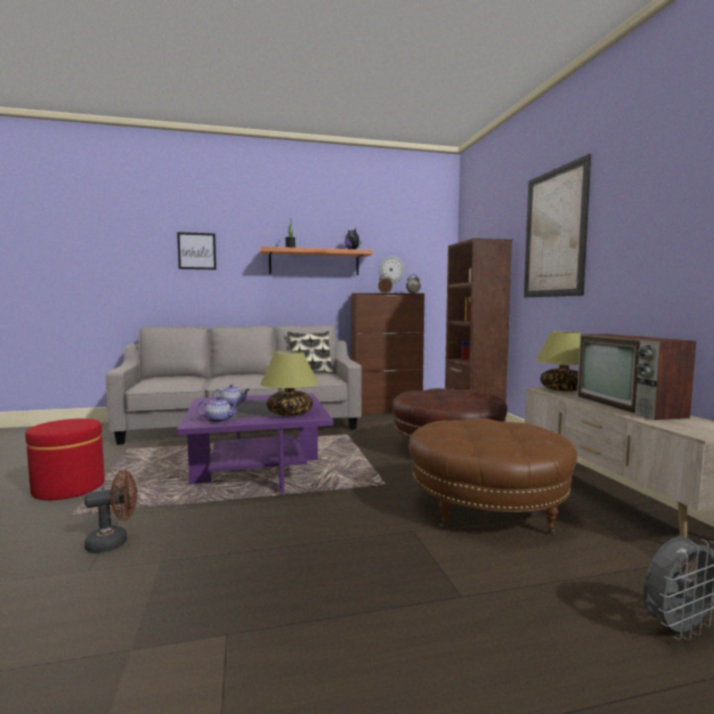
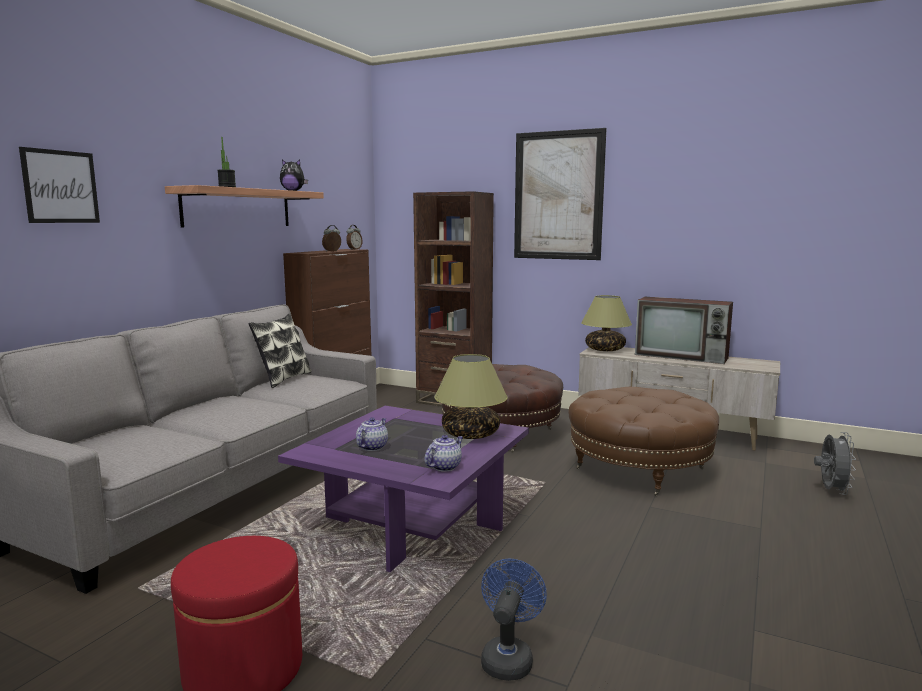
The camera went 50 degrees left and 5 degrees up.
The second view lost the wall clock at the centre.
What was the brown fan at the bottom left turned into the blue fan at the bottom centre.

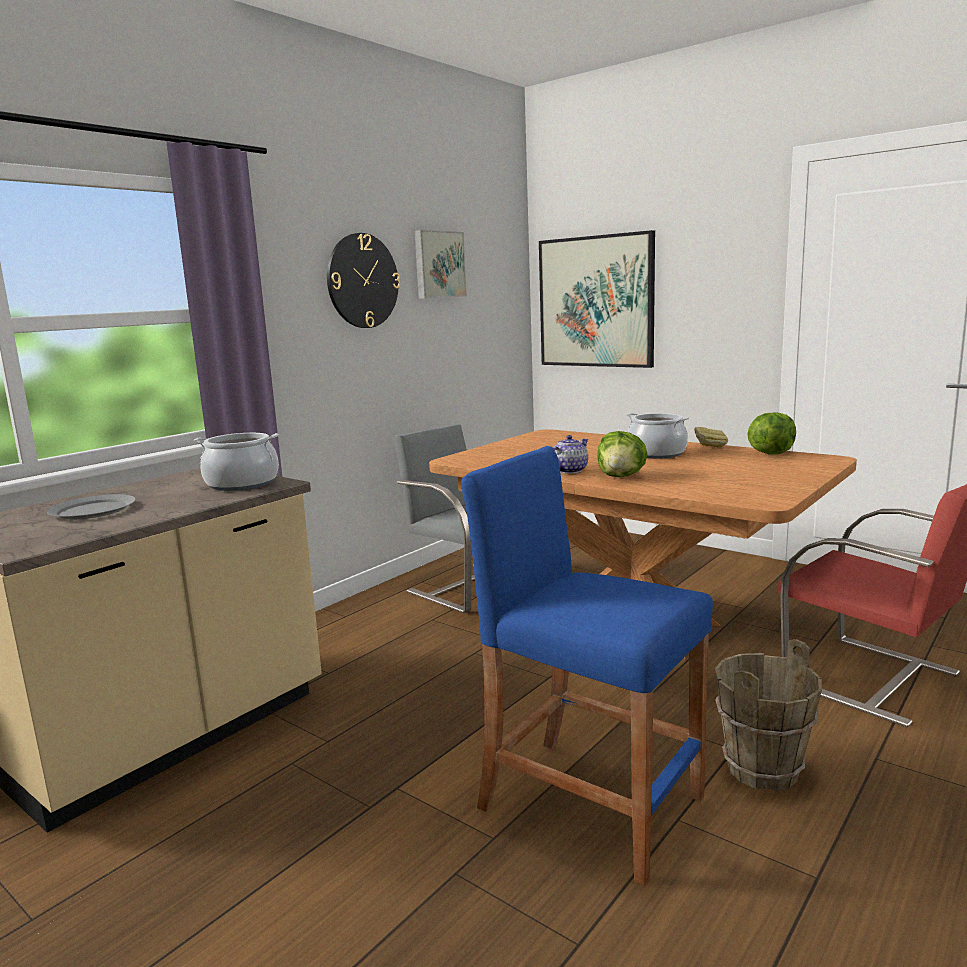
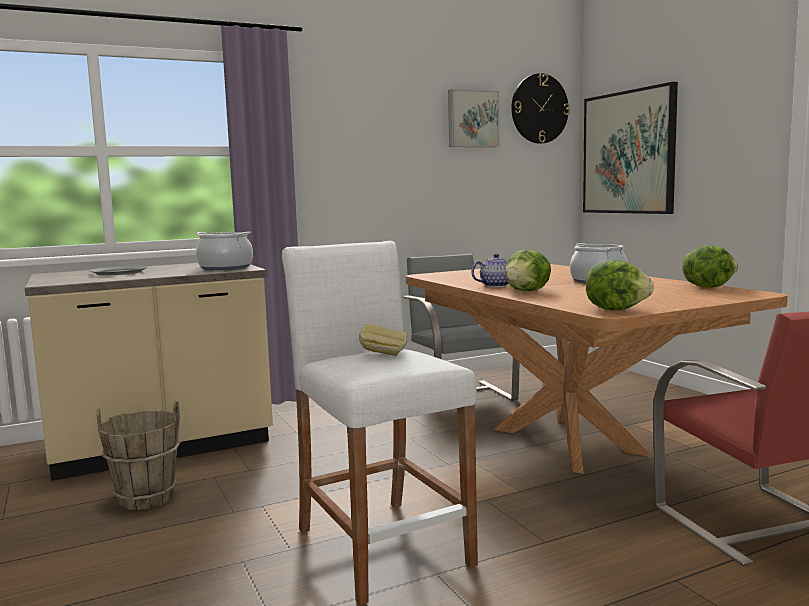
The camera went 25 degrees right and 5 degrees down.
The second view gained the lettuce (2nd from left) at the middle right.
The wall clock ended up elsewhere, having gone from the top centre to the top right.
The bread ended up elsewhere, having gone from the middle right to the centre.
The brown bucket ended up elsewhere, having gone from the bottom right to the bottom left.
What was the blue stool at the bottom centre turned into the white stool at the bottom centre.

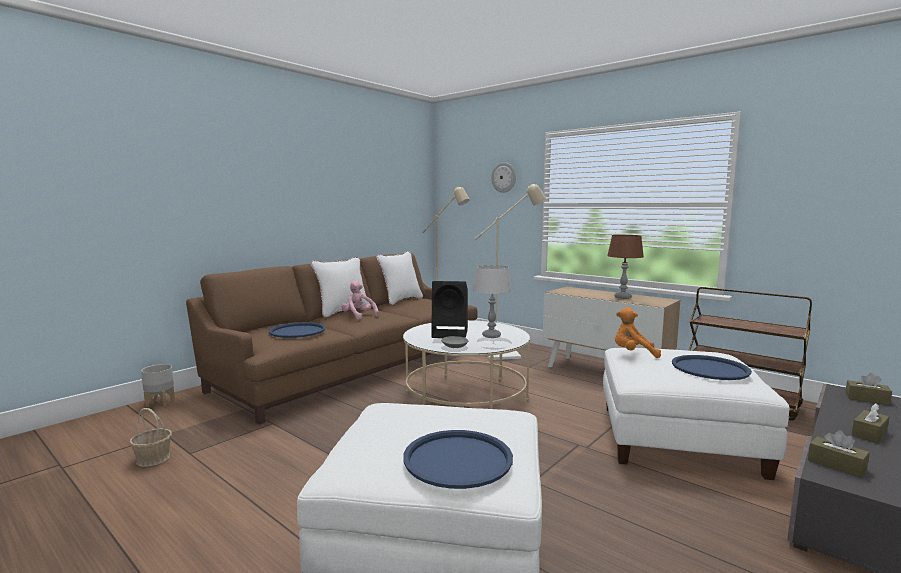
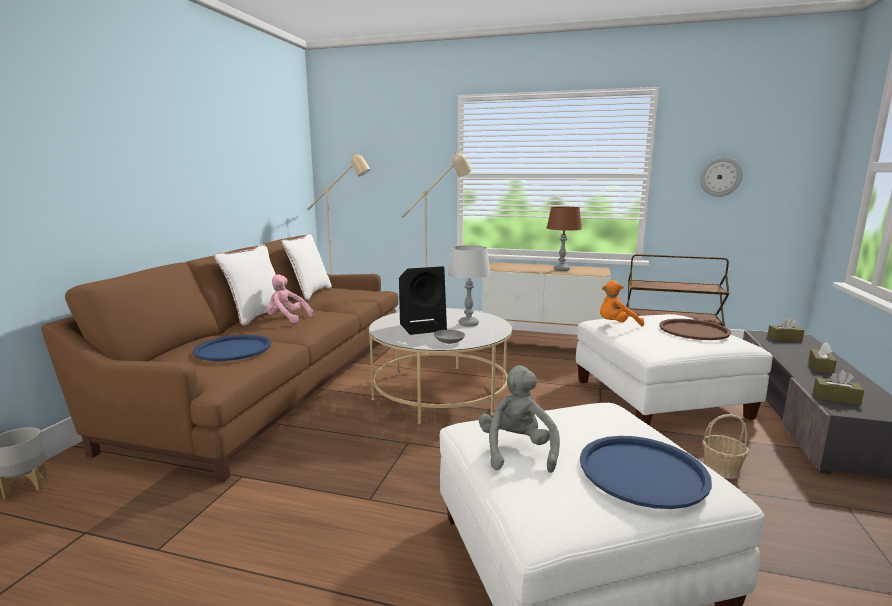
The camera went 25 degrees left and 5 degrees up.
The second view gained the grey plush toy at the bottom centre.
The basket ended up elsewhere, having gone from the bottom left to the bottom right.
The wall clock ended up elsewhere, having gone from the top centre to the top right.
What was the blue tray (3rd from left) at the middle right turned into the brown tray at the middle right.

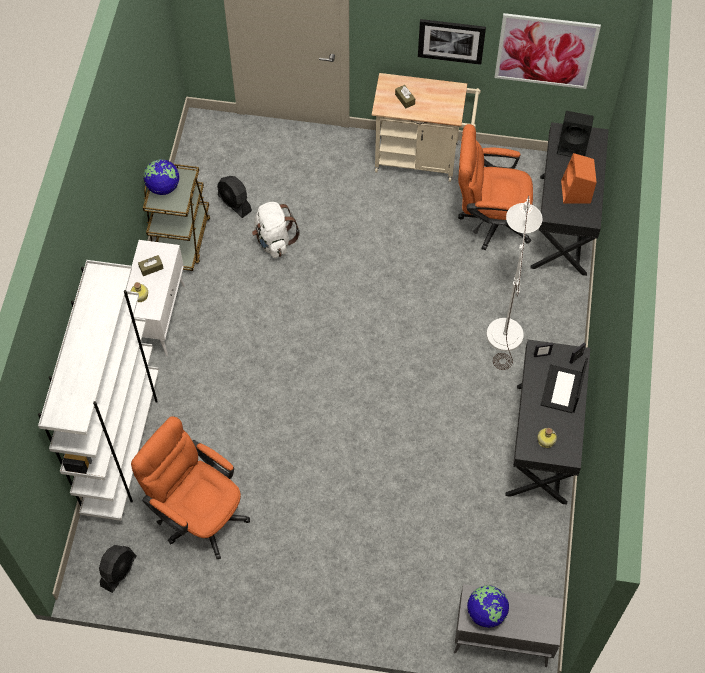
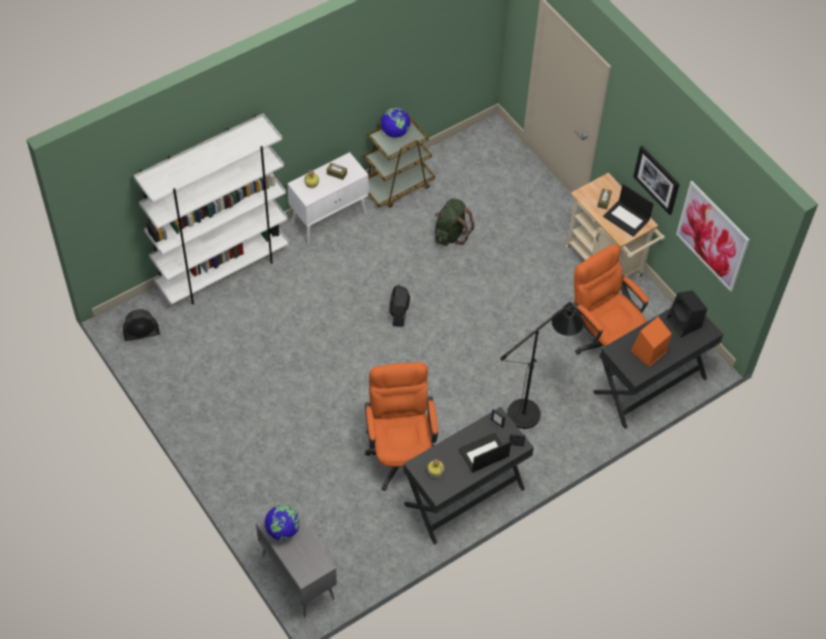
The camera went 45 degrees right and 5 degrees down.
The second view gained the laptop (2nd from left) at the top right.
The orange office chair (1st from left) ended up elsewhere, having gone from the bottom left to the bottom centre.
The black fan (2nd from left) ended up elsewhere, having gone from the top left to the centre.
What was the white backpack at the centre turned into the green backpack at the centre.
What was the white floor lamp at the middle right turned into the black floor lamp at the centre.

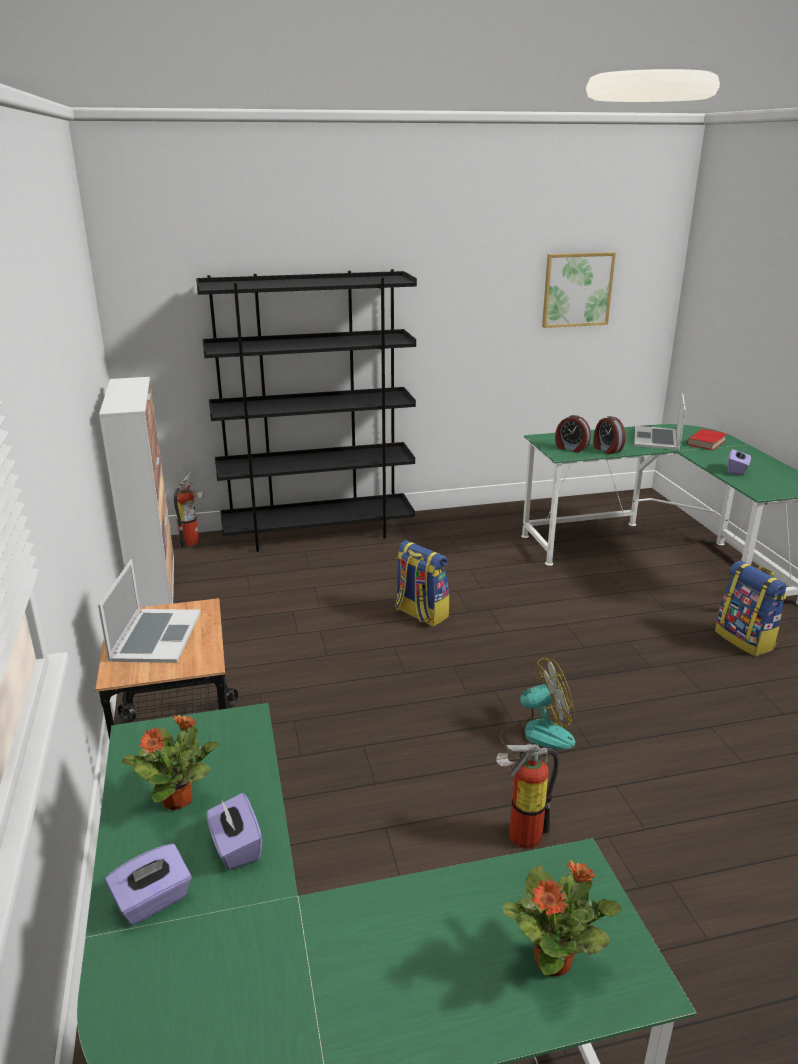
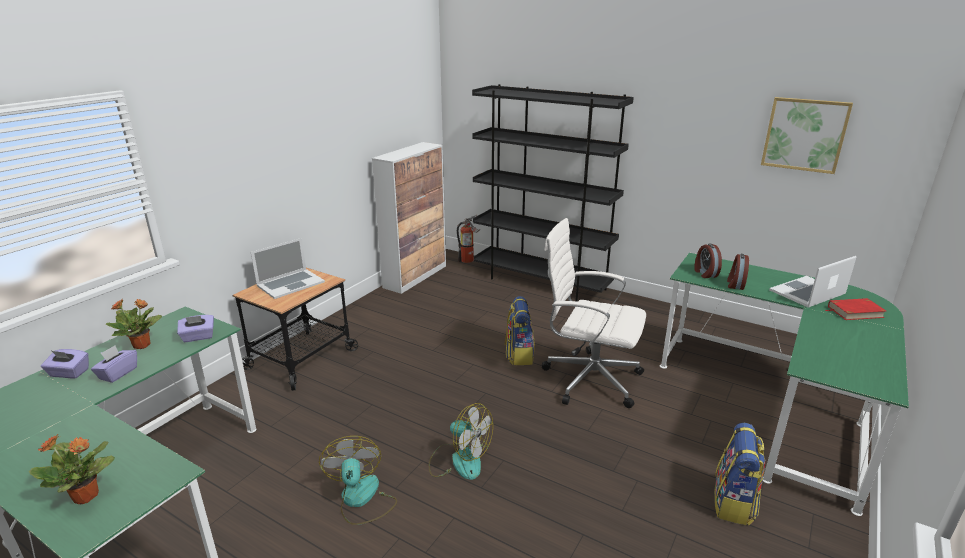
The camera went 45 degrees right and 0 degrees up.
The second view gained the white office chair at the centre.
The purple tissue box (3rd from left) ended up elsewhere, having gone from the middle right to the middle left.
Where the fire extinguisher (2nd from left) stood at the bottom centre, the fan (1st from left) came to stand at the bottom centre.

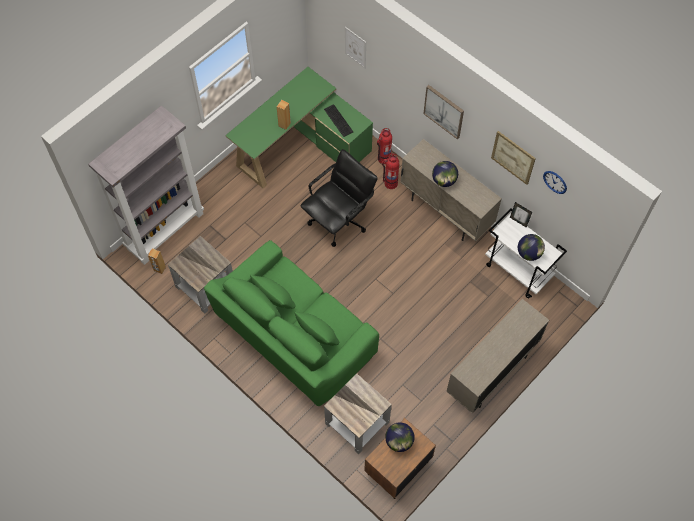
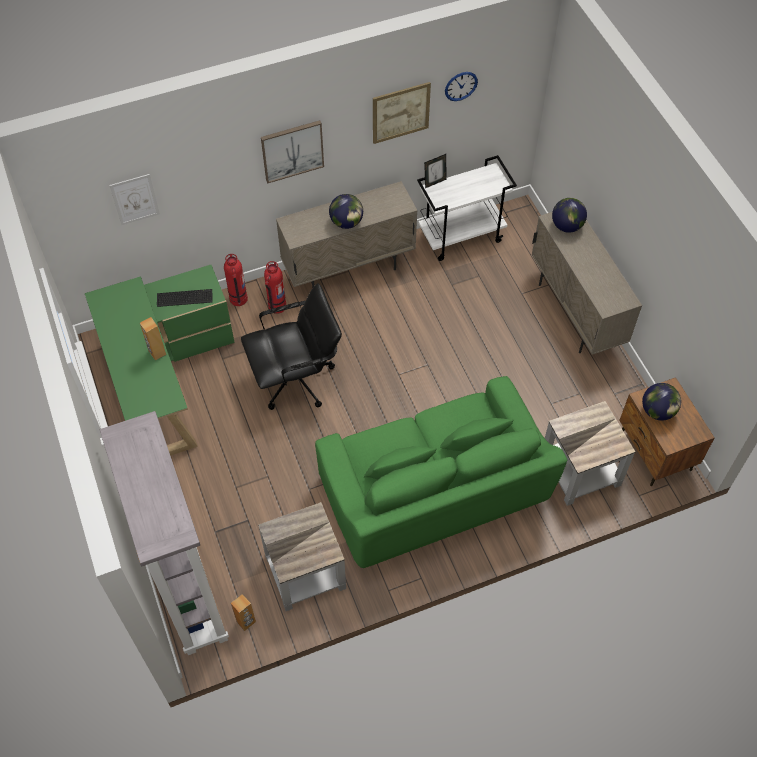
The camera went 65 degrees left and 5 degrees down.
The globe (3rd from left in the first image) ended up elsewhere, having gone from the middle right to the top right.
The black office chair at the centre ended up facing another way, 90 degrees clockwise from before.

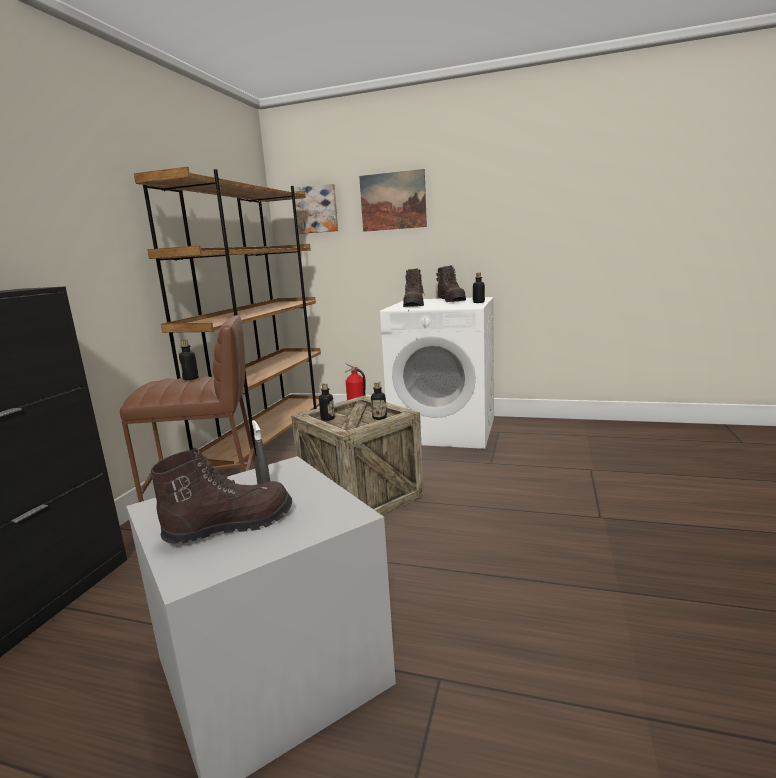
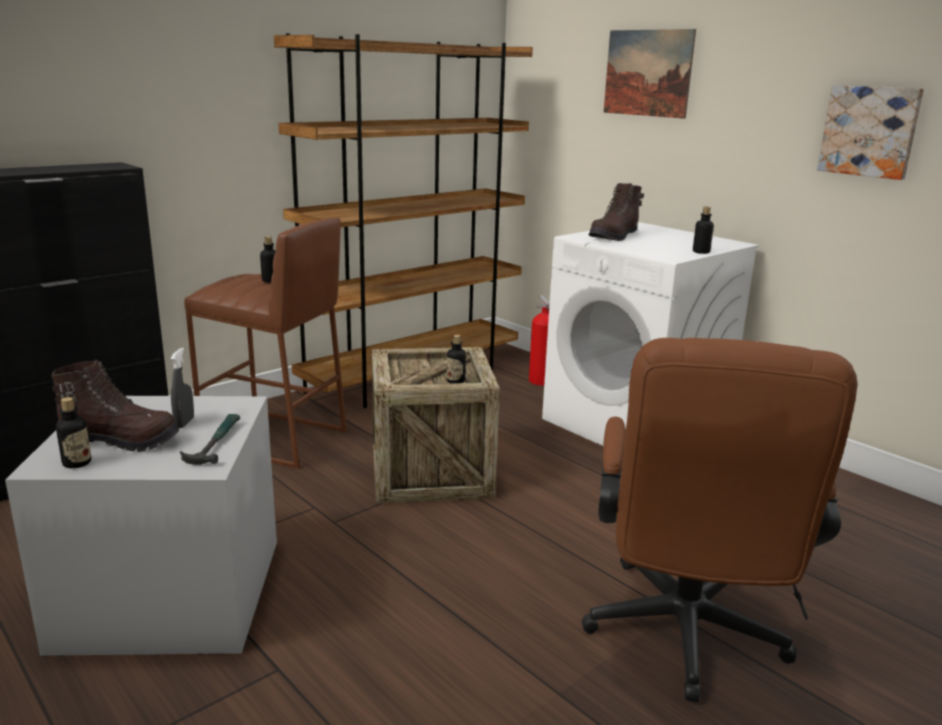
The camera went 30 degrees right and 5 degrees up.
The second view lost the brown boot (3rd from left) at the centre.
The second view gained the hammer at the middle left.
The second view gained the brown office chair at the bottom right.
The picture (1st from left in the first image) ended up elsewhere, having gone from the top centre to the top right.
The bottle (2nd from left in the first image) ended up elsewhere, having gone from the centre to the middle left.

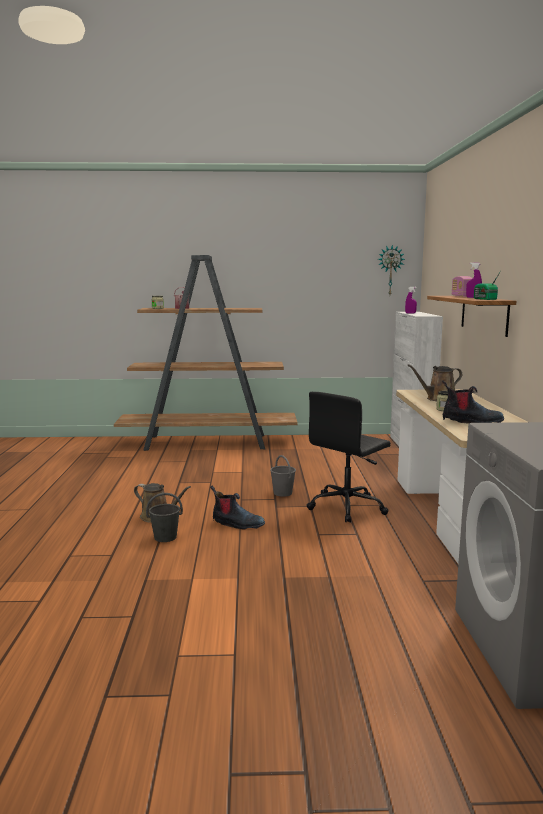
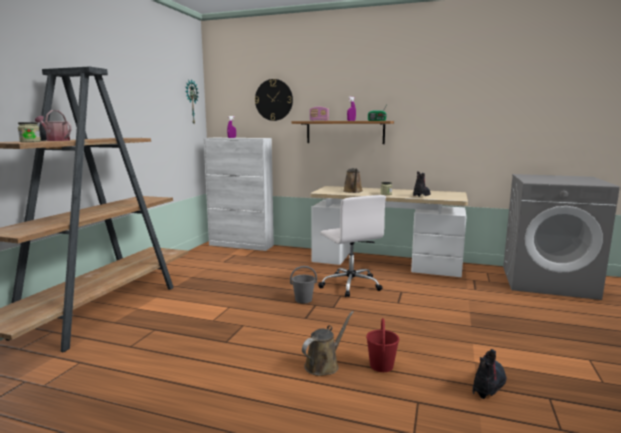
The camera went 70 degrees left and 0 degrees up.
The second view gained the wall clock (2nd from left) at the top centre.
The boot (1st from left in the first image) ended up elsewhere, having gone from the centre to the bottom right.
What was the grey bucket (1st from left) at the middle left turned into the red bucket at the bottom centre.
What was the black office chair at the centre turned into the white office chair at the centre.

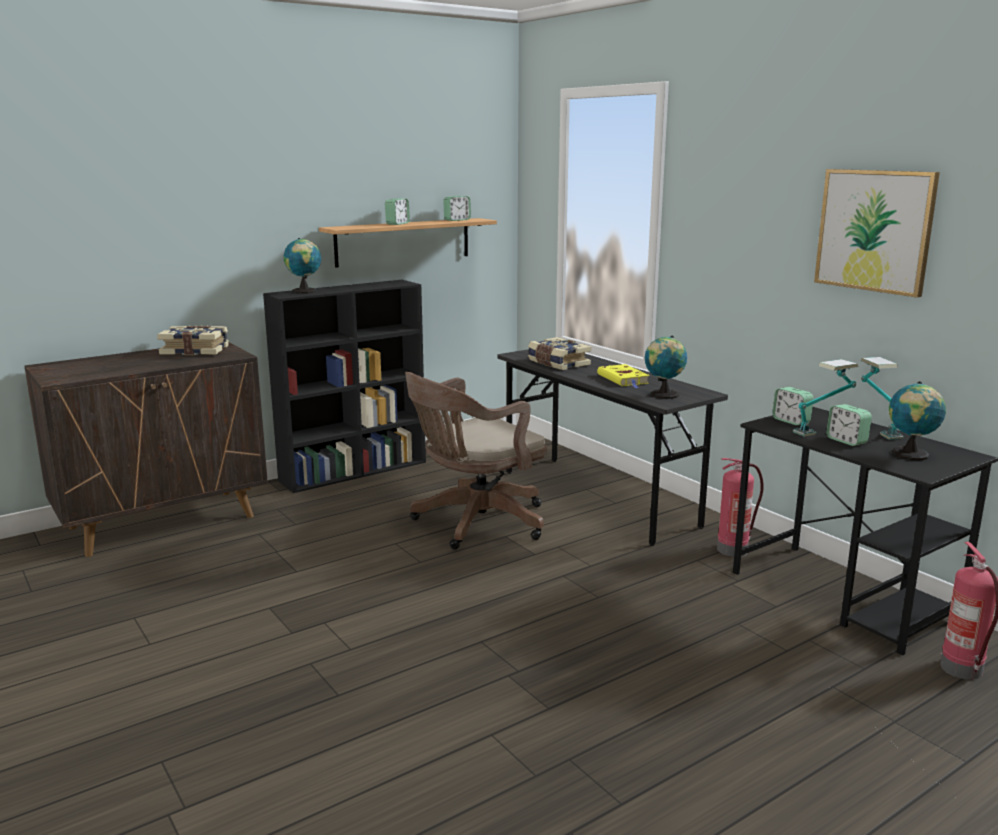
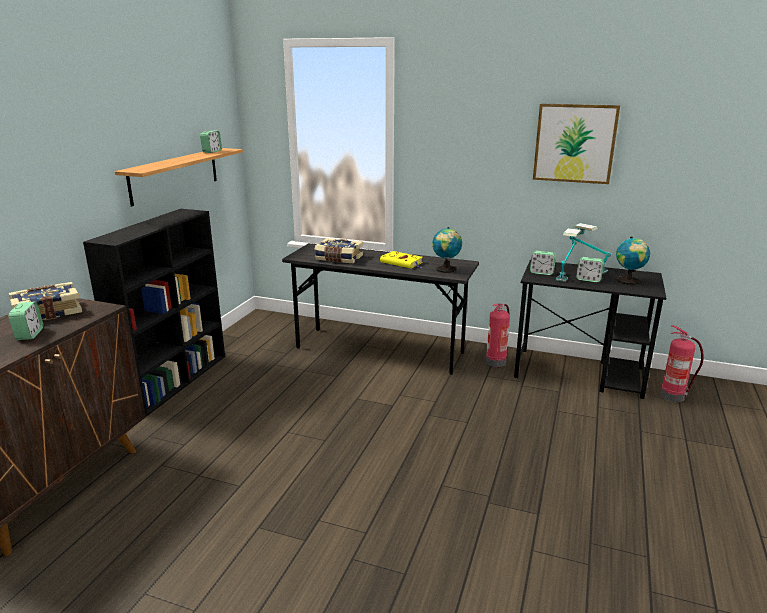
The camera went 35 degrees left and 5 degrees up.
The second view lost the globe (1st from left) at the top left.
The second view lost the brown office chair at the centre.
The alarm clock (1st from left) ended up elsewhere, having gone from the top centre to the middle left.

